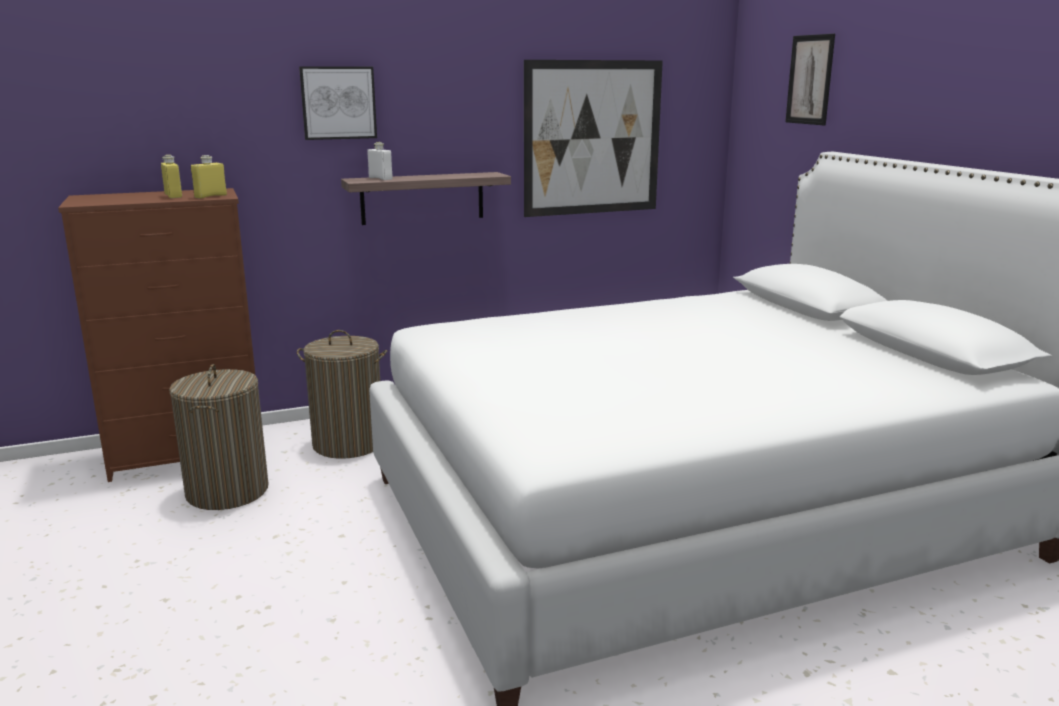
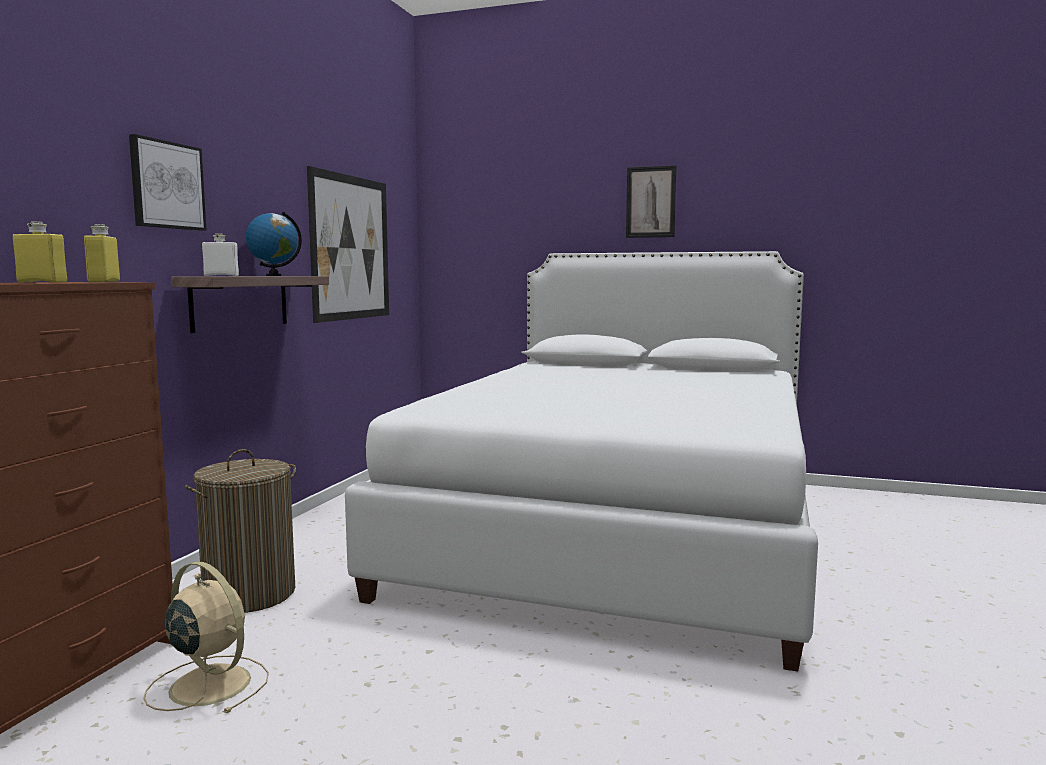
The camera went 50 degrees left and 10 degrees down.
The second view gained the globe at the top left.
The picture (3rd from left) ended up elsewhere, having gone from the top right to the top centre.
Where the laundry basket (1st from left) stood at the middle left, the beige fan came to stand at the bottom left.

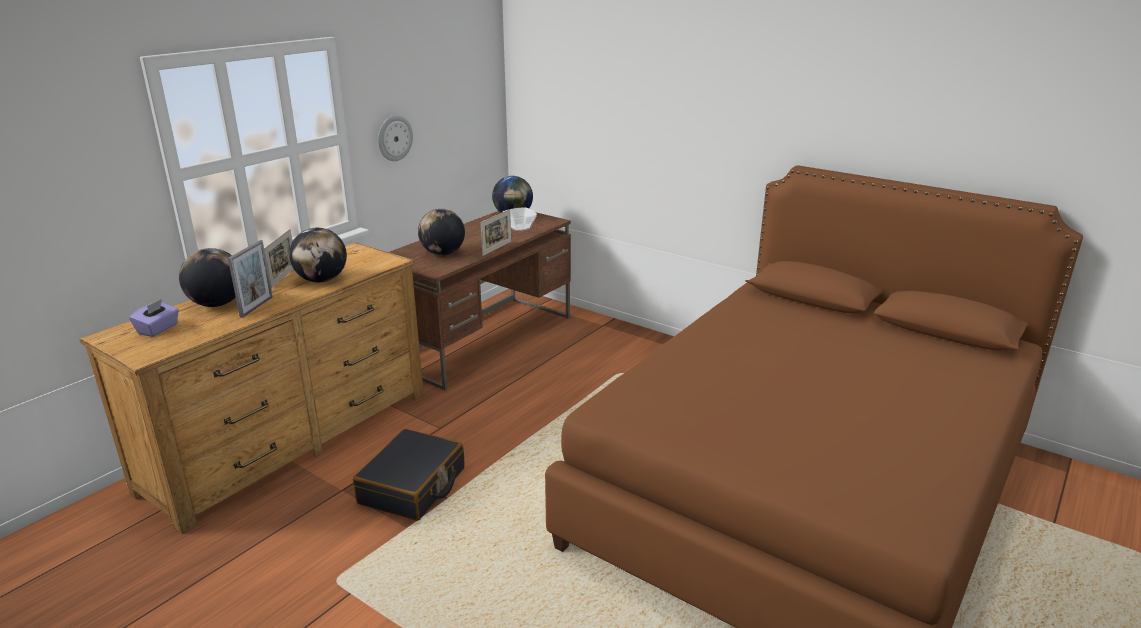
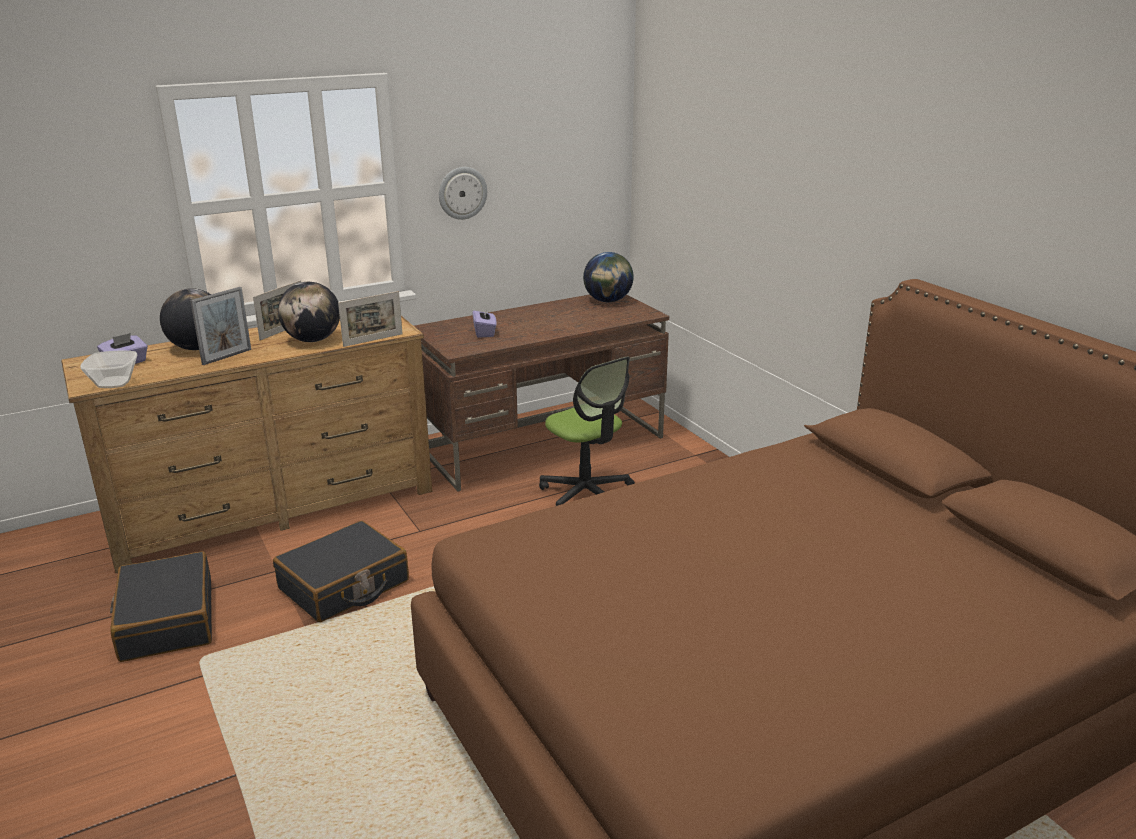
The camera went 25 degrees right and 0 degrees up.
The second view gained the black suitcase (1st from left) at the bottom left.
The second view gained the office chair at the centre.
The picture frame (3rd from left) ended up elsewhere, having gone from the centre to the middle left.
The bowl ended up elsewhere, having gone from the centre to the middle left.
Where the globe (3rd from left) stood at the centre, the purple tissue box (2nd from left) came to stand at the centre.

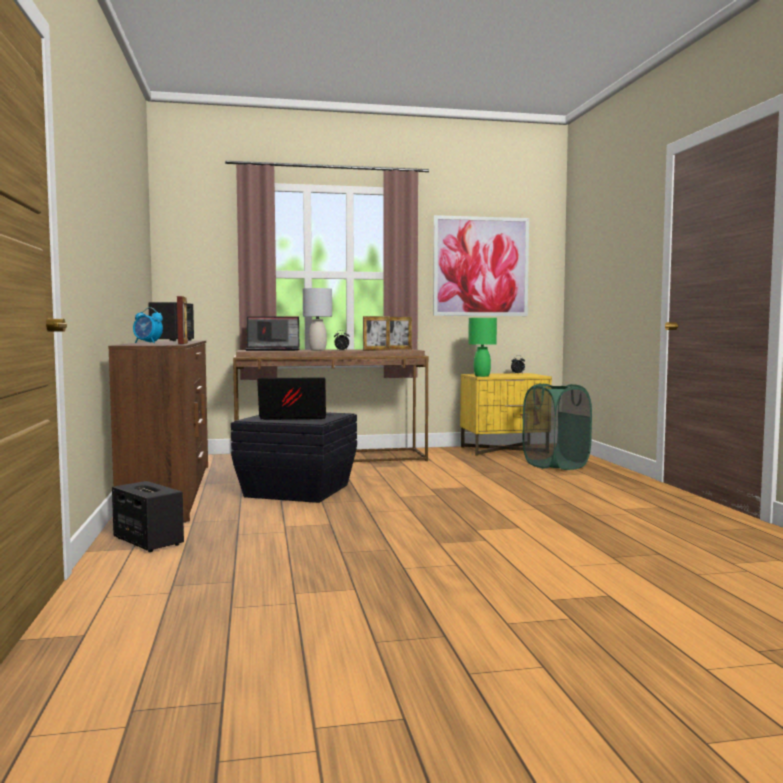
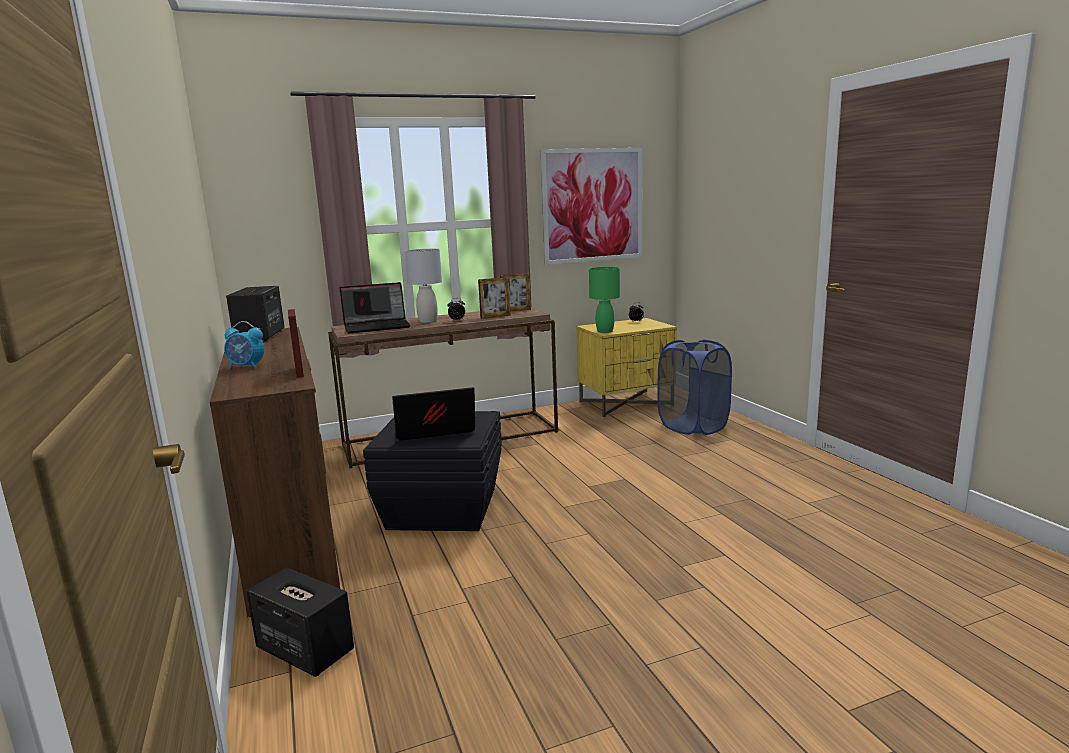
The camera went 10 degrees left and 10 degrees up.
What was the green laundry basket at the middle right turned into the blue laundry basket at the centre.

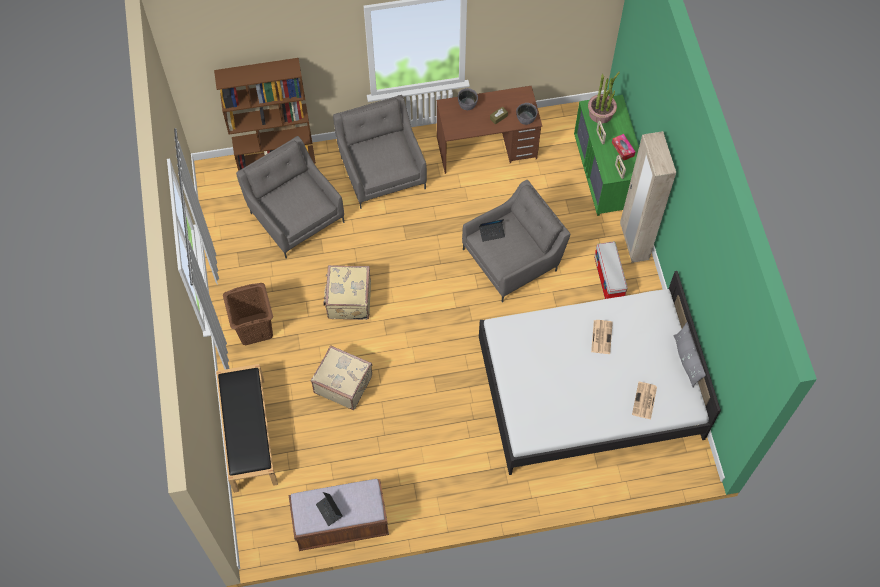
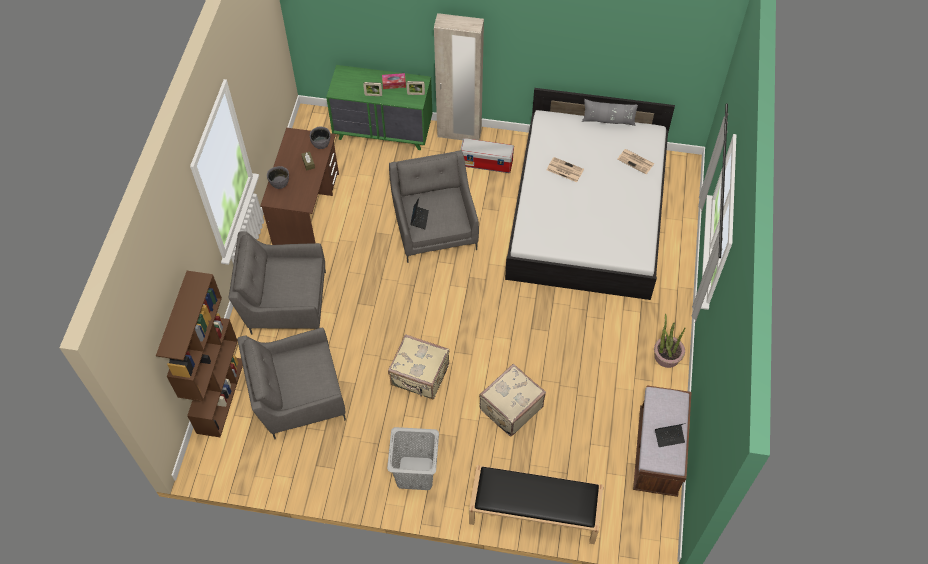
The camera went 70 degrees left and 5 degrees down.
The potted plant ended up elsewhere, having gone from the top right to the middle right.
What was the brown laundry basket at the middle left turned into the grey laundry basket at the bottom centre.

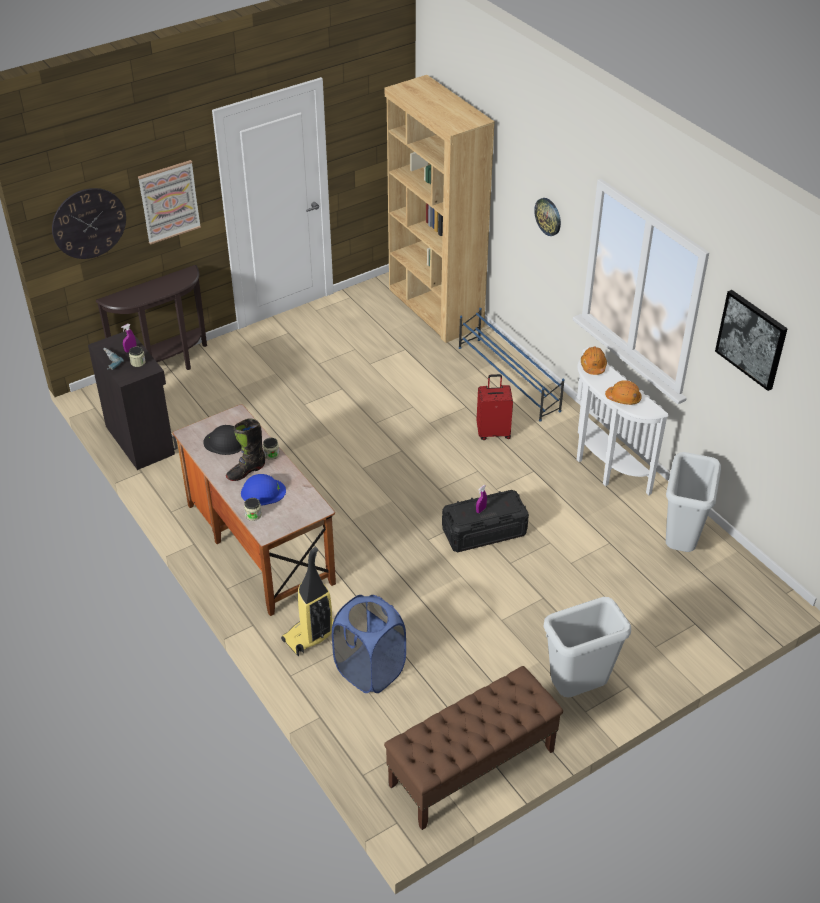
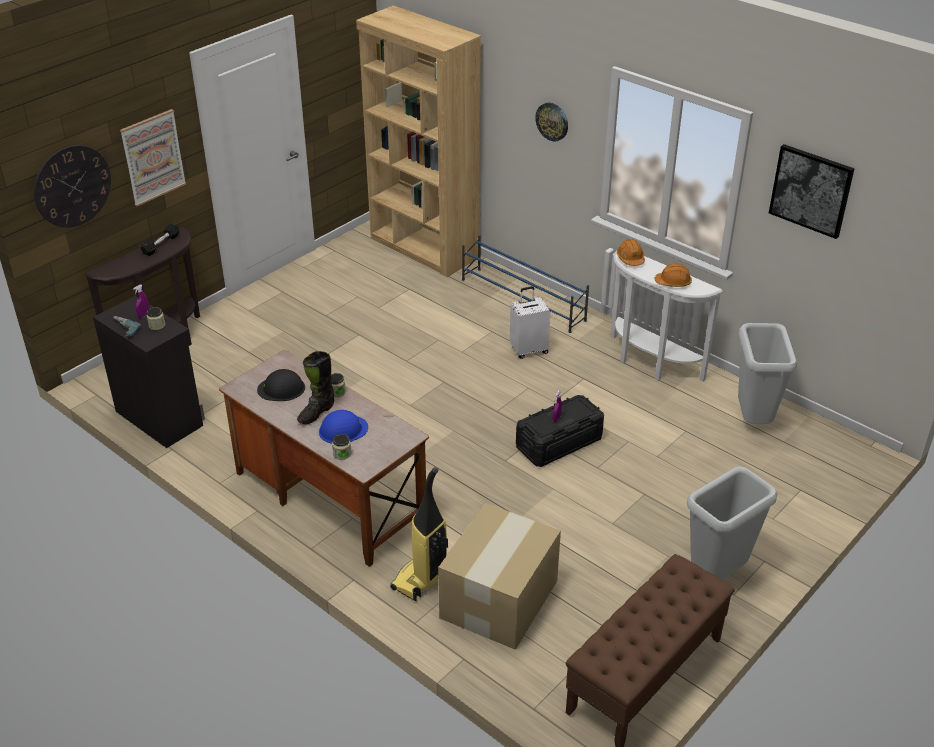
The camera went 15 degrees left and 5 degrees down.
The second view gained the black dumbbell at the top left.
Where the blue laundry basket stood at the bottom centre, the cardboard box came to stand at the bottom centre.
What was the red suitcase at the centre turned into the white suitcase at the centre.

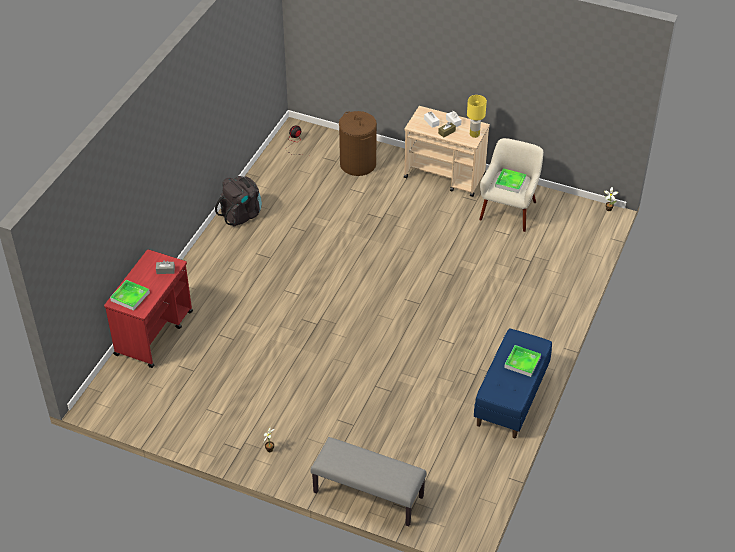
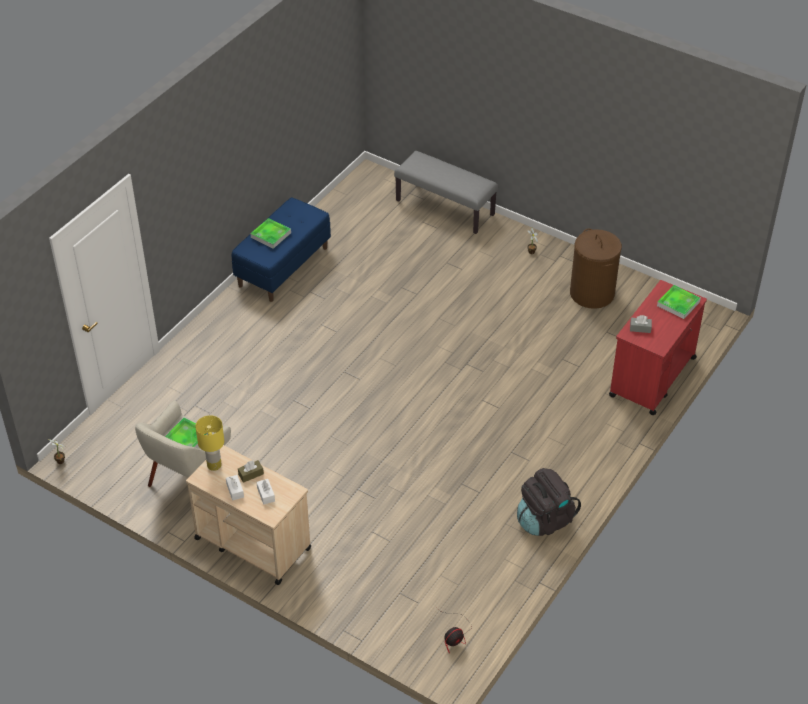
The camera went 170 degrees left and 0 degrees up.
The brown laundry basket ended up elsewhere, having gone from the top centre to the middle right.

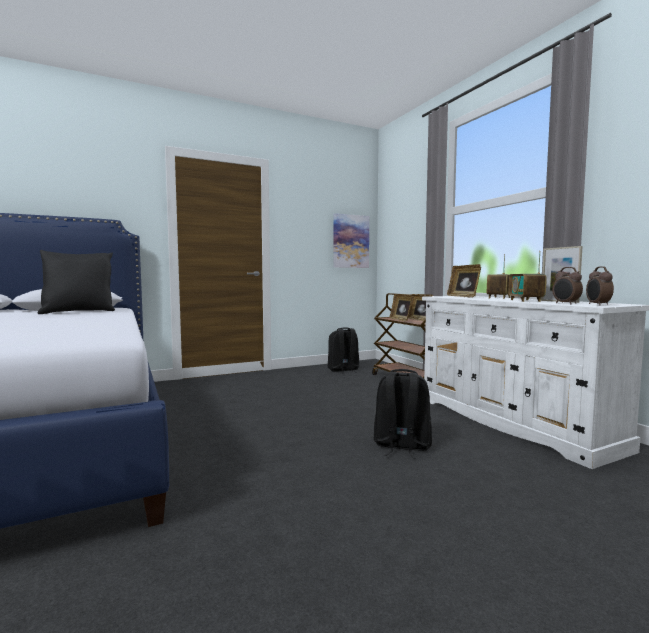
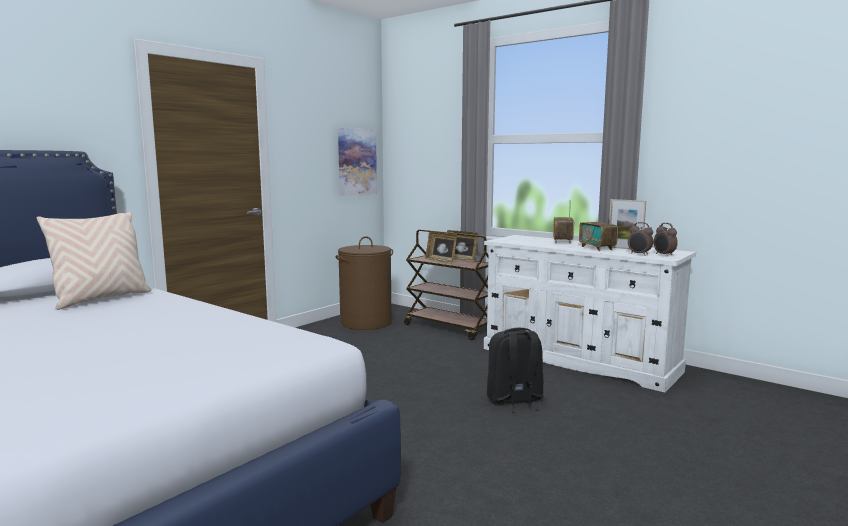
The camera went 25 degrees left and 5 degrees up.
The second view lost the picture frame (3rd from left) at the middle right.
Where the black backpack (1st from left) stood at the centre, the brown laundry basket came to stand at the centre.
What was the black pillow at the middle left turned into the beige pillow at the middle left.

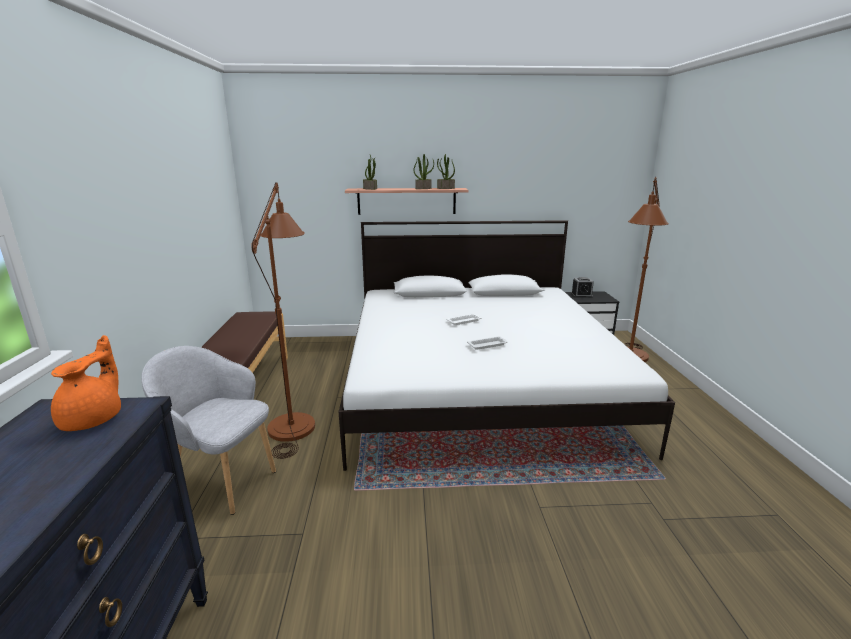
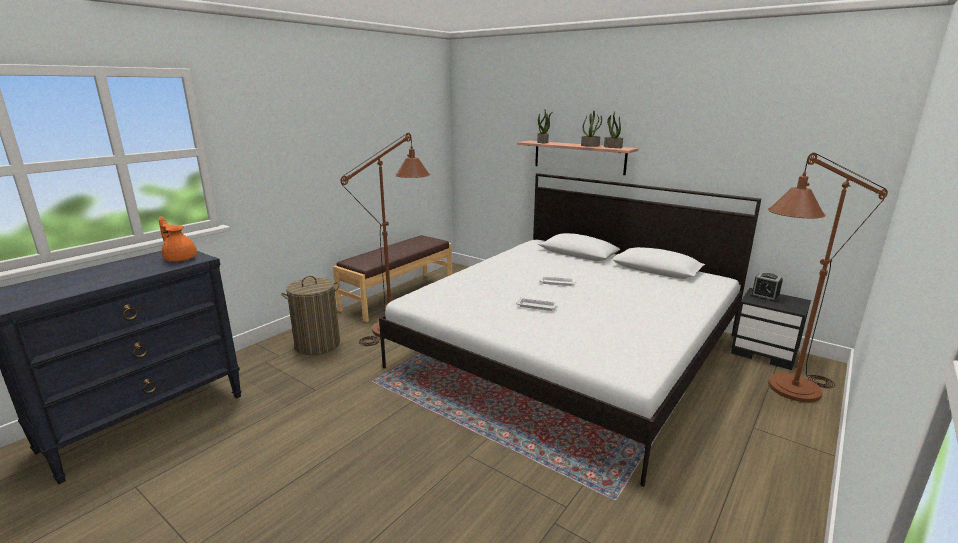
The camera went 40 degrees right and 0 degrees up.
Where the grey armchair stood at the bottom left, the laundry basket came to stand at the middle left.
The orange teapot at the middle left ended up facing another way, 105 degrees counterclockwise from before.

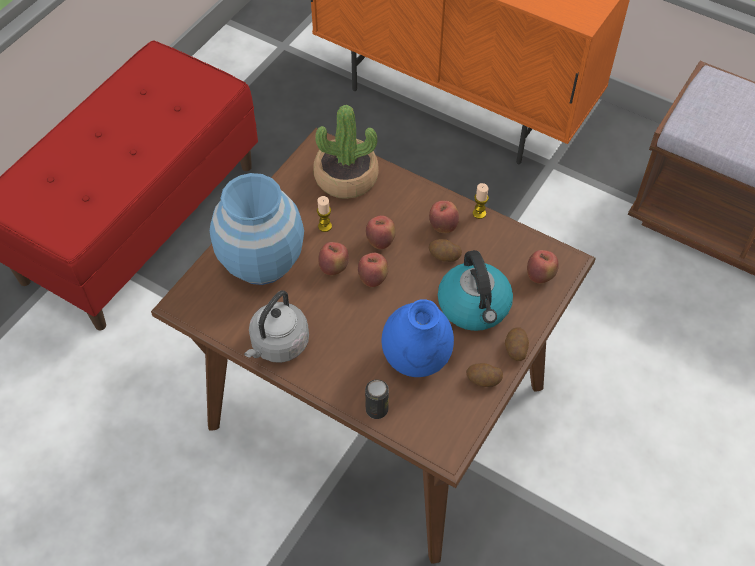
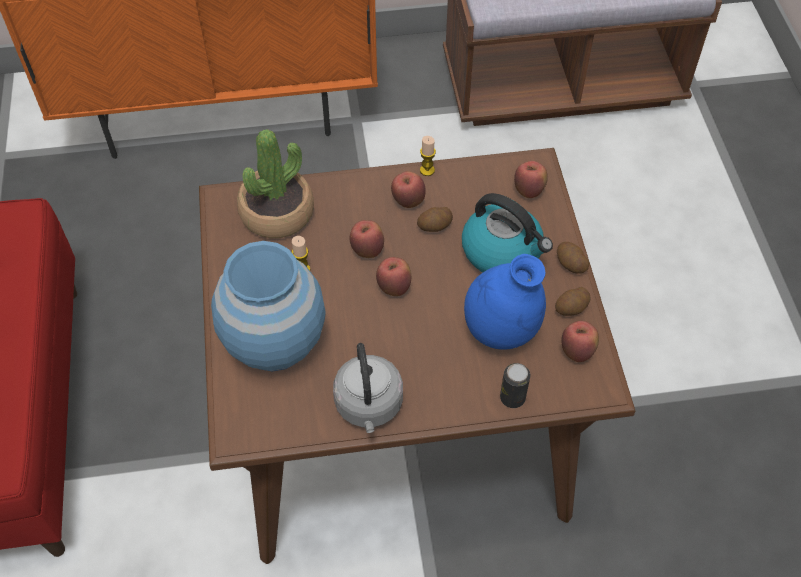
The camera went 40 degrees left and 0 degrees up.
The apple (1st from left in the first image) ended up elsewhere, having gone from the centre to the middle right.

